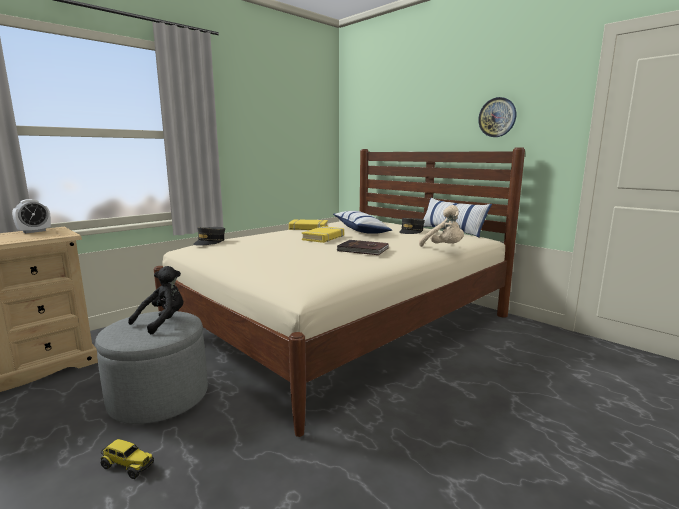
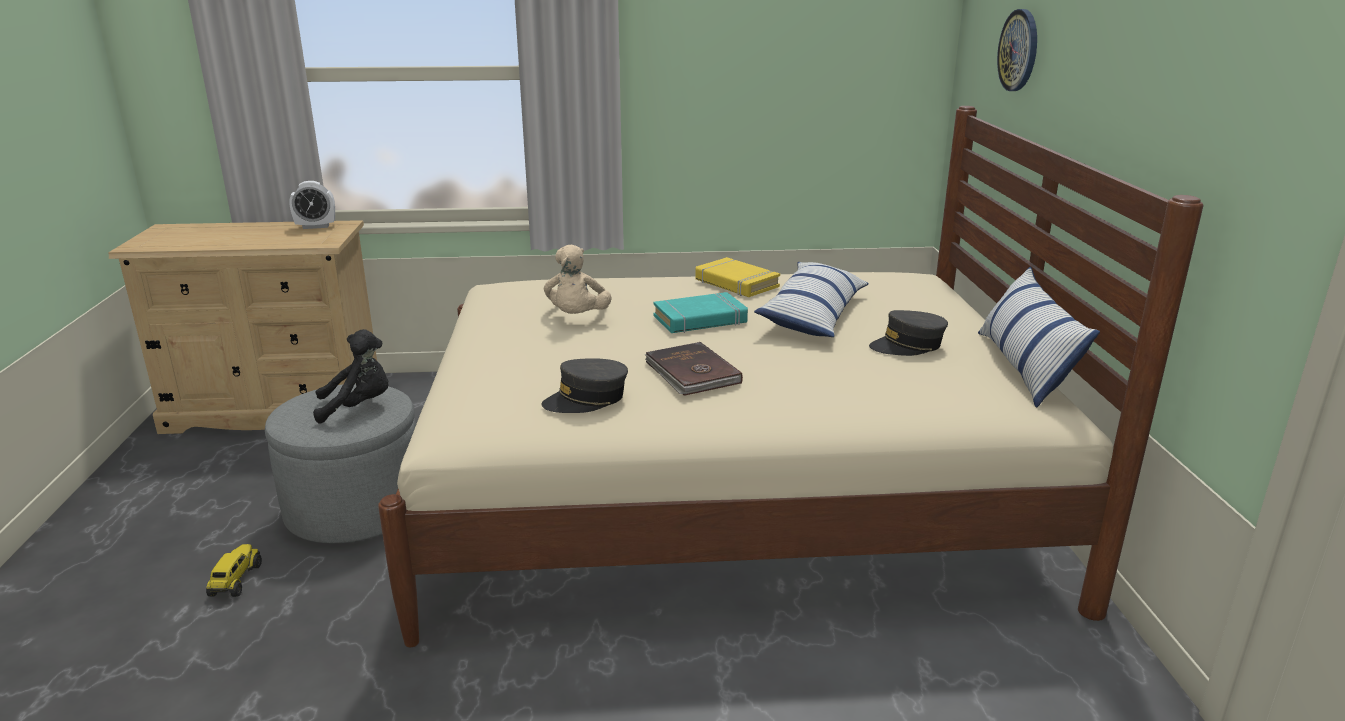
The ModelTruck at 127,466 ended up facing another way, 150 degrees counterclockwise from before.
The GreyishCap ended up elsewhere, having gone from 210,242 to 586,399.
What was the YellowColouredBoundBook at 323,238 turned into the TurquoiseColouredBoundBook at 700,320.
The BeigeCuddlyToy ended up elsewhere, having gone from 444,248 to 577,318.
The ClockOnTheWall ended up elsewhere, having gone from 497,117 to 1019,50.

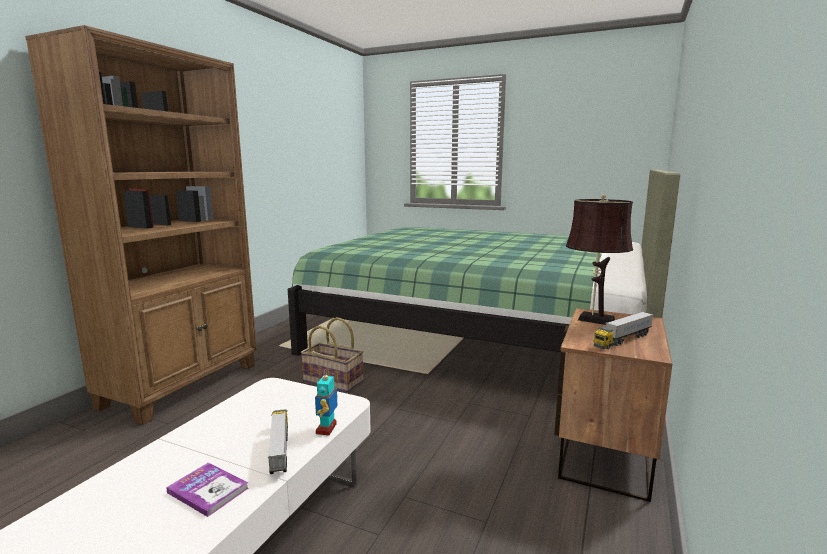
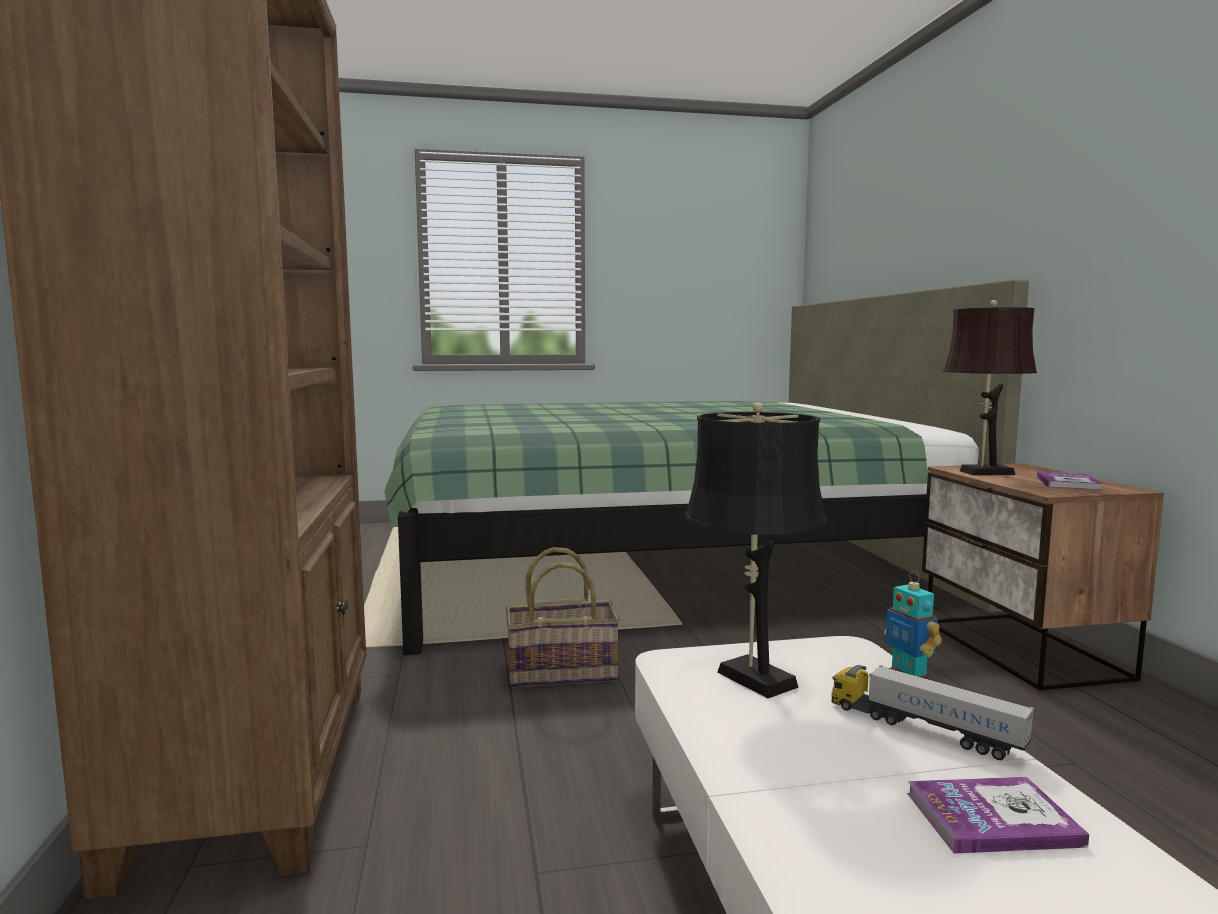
Where the ModelTruck stood at 622,340, the BoundBook came to stand at 1067,483.
The second view gained the BlackColouredTableLamp at 751,676.

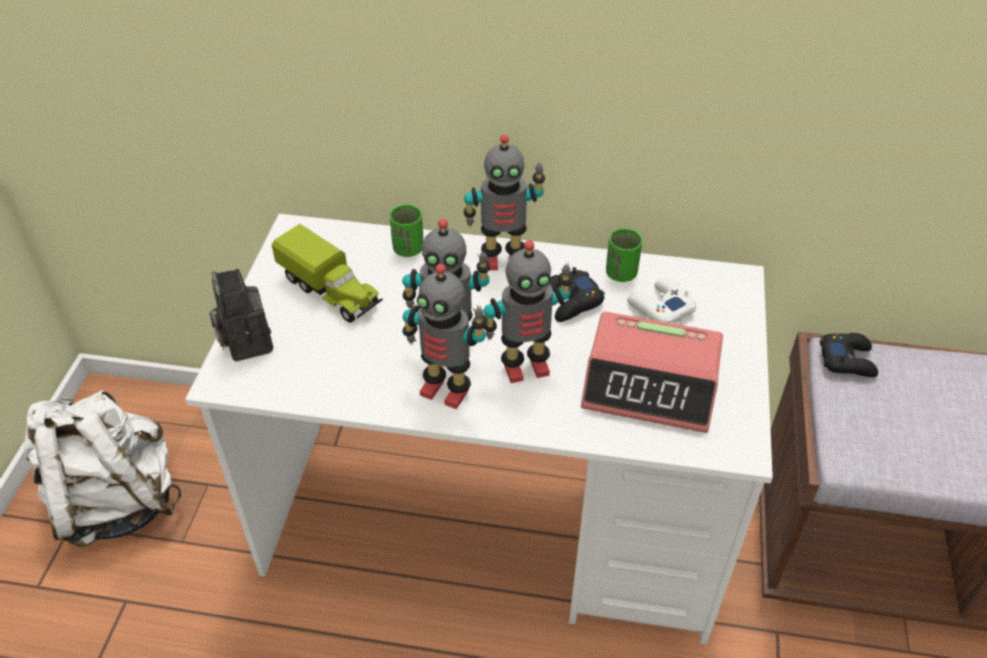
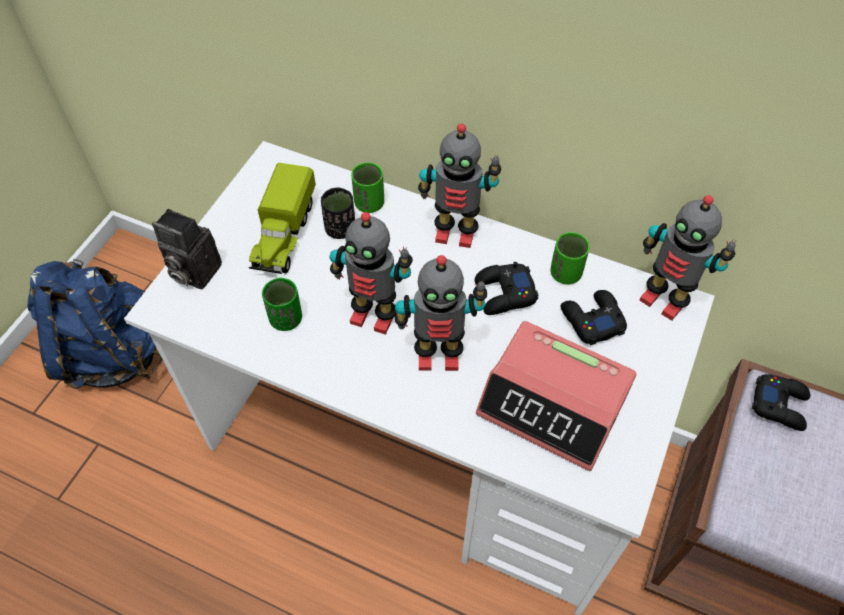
What was the WhiteColouredBackpack at 117,501 turned into the BluishBackpack at 113,352.
The StillCamera at 246,342 ended up facing another way, 60 degrees counterclockwise from before.
The ModelTruck at 331,292 ended up facing another way, 45 degrees clockwise from before.
The RobotFigure ended up elsewhere, having gone from 446,390 to 663,300.
What was the WhiteColouredGameController at 660,307 turned into the BlackColouredGameController at 591,320.
The second view gained the GreenSmallCup at 286,319.
The second view gained the BlackColouredSmallCup at 340,229.

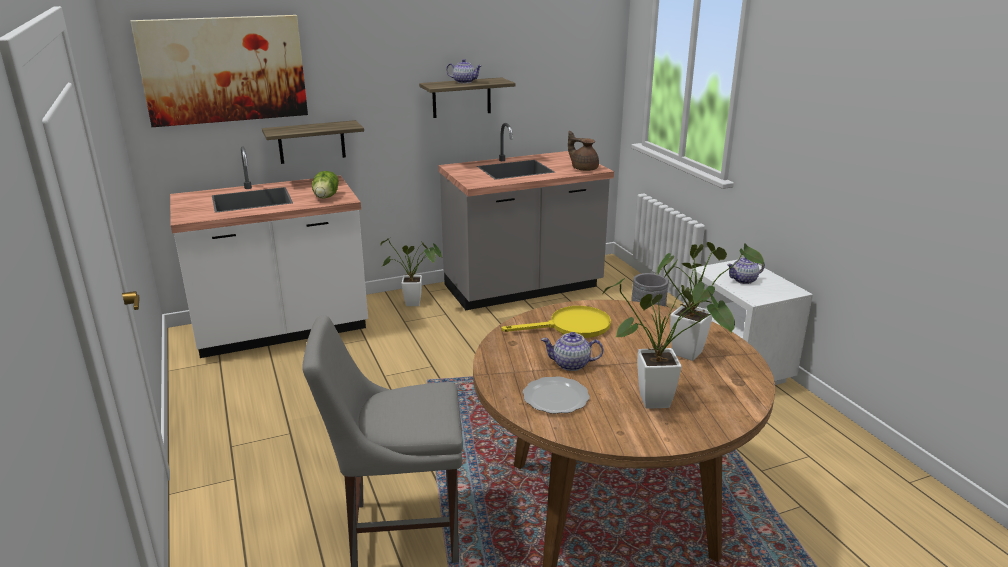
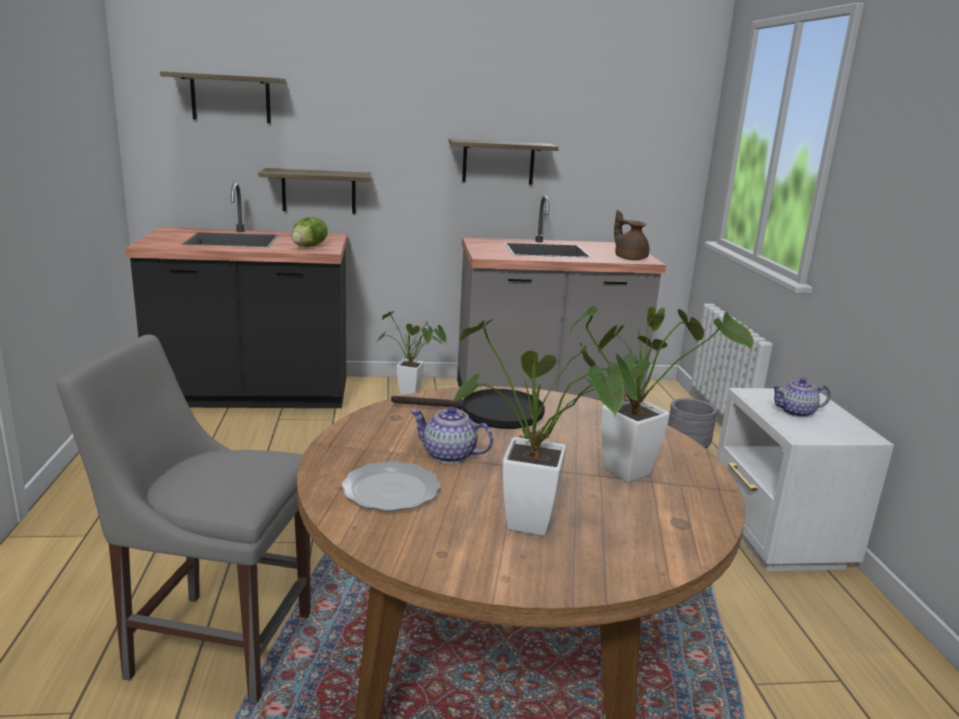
Where the WallPicture hung at 224,70, the Shelf came to hang at 231,98.
What was the WhiteColouredKitchenCounter at 282,330 turned into the BlackColouredKitchenCounter at 253,395.
The second view lost the PotForTea at 464,82.
What was the YellowColouredPan at 571,327 turned into the BlackColouredPan at 489,414.

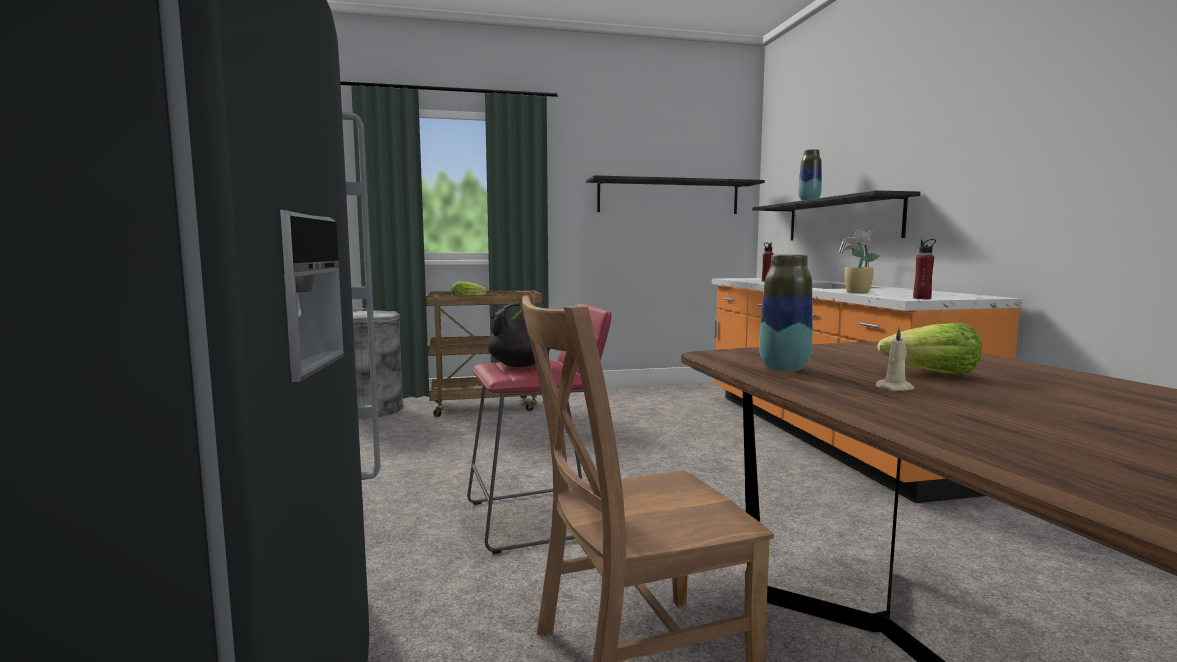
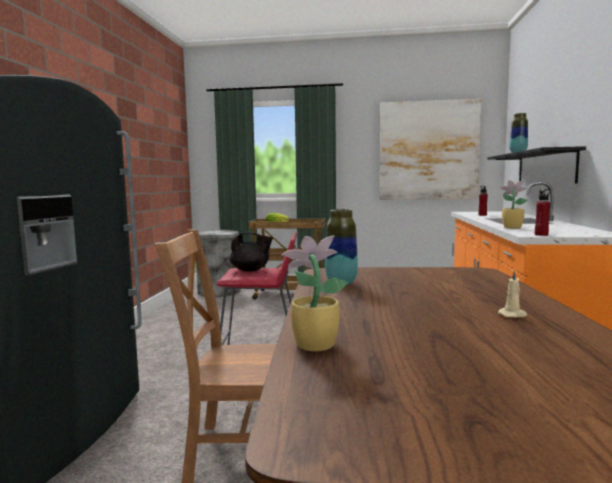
Where the BlackColouredShelf hung at 668,197, the WallPicture came to hang at 428,151.
The BeigeWaxLight ended up elsewhere, having gone from 895,388 to 513,315.
The second view lost the Lettuce at 932,373.
The second view gained the Houseplant at 313,345.

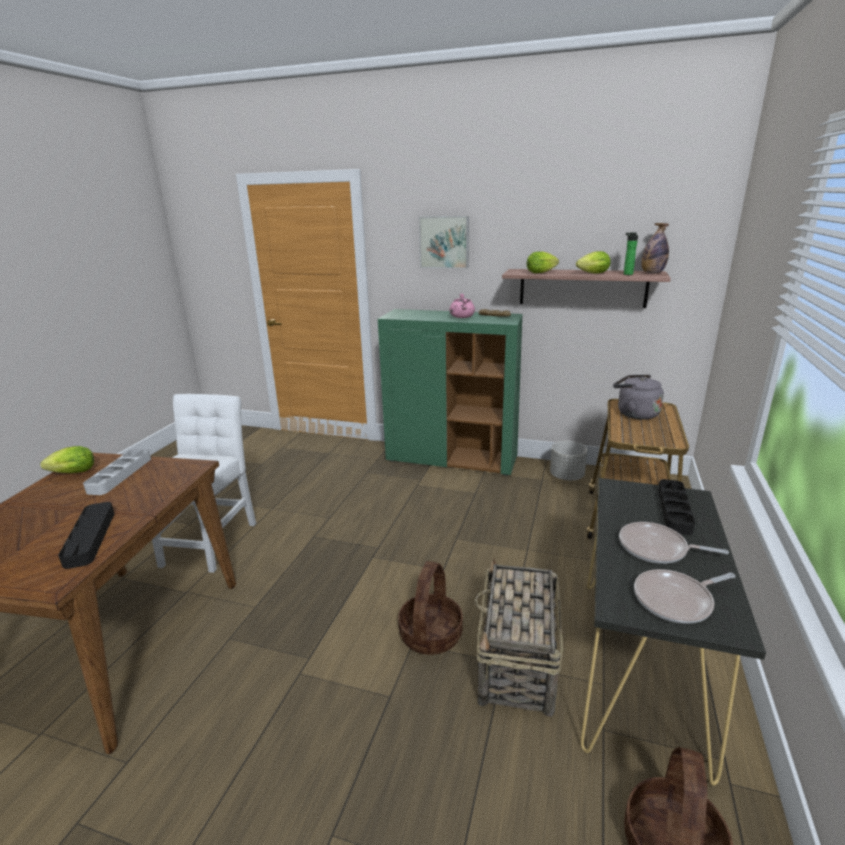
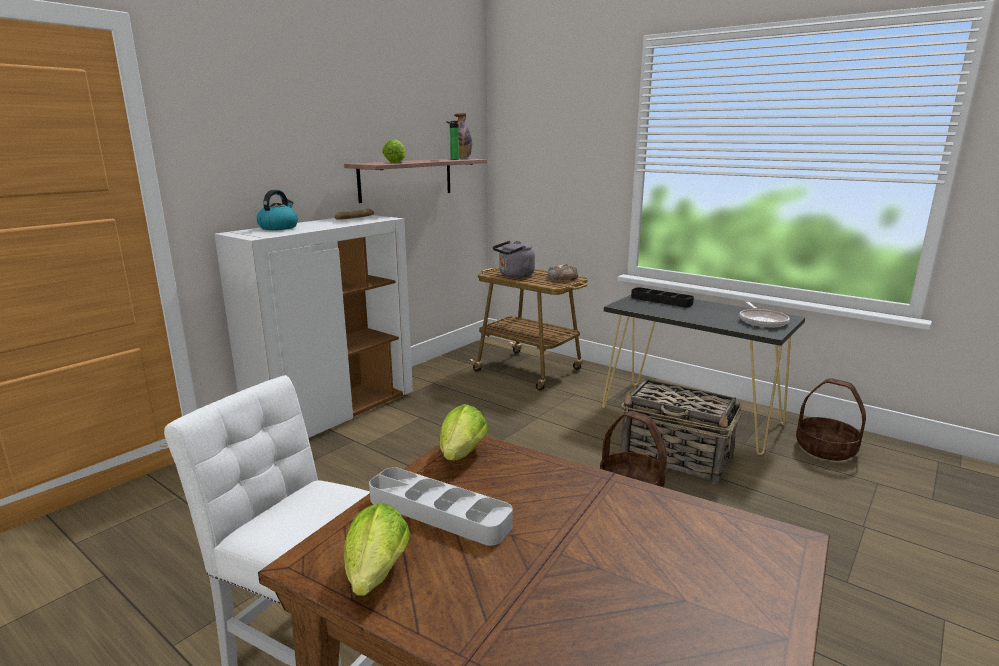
The second view lost the BlackColouredTray at 90,538.
What was the GreenStorageCabinet at 452,459 turned into the WhiteColouredStorageCabinet at 334,413.
The second view lost the WallPicture at 444,242.
The second view lost the PinkSaucepot at 462,317.
The second view lost the GreyishPlantPot at 566,476.
The Lettuce ended up elsewhere, having gone from 591,273 to 460,457.
The second view lost the Pan at 657,549.
The second view gained the TeaKettle at 279,227.
The second view gained the BakeryBread at 562,278.

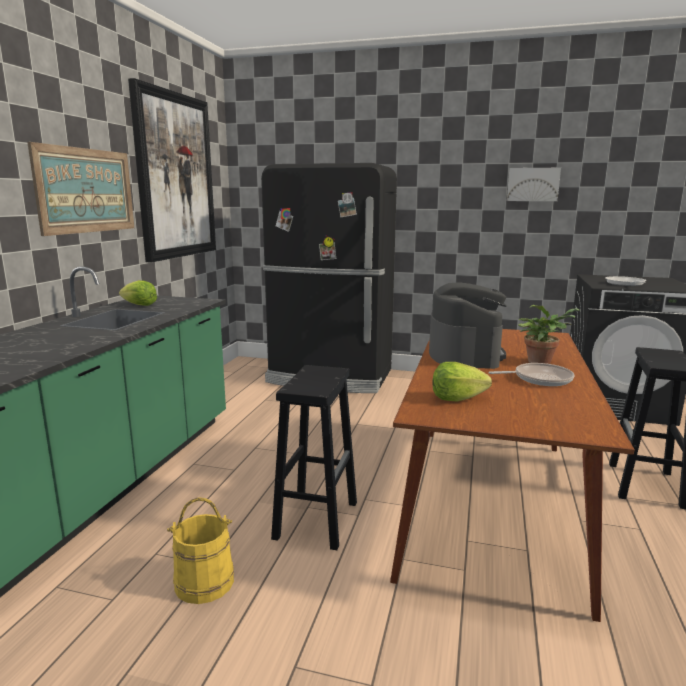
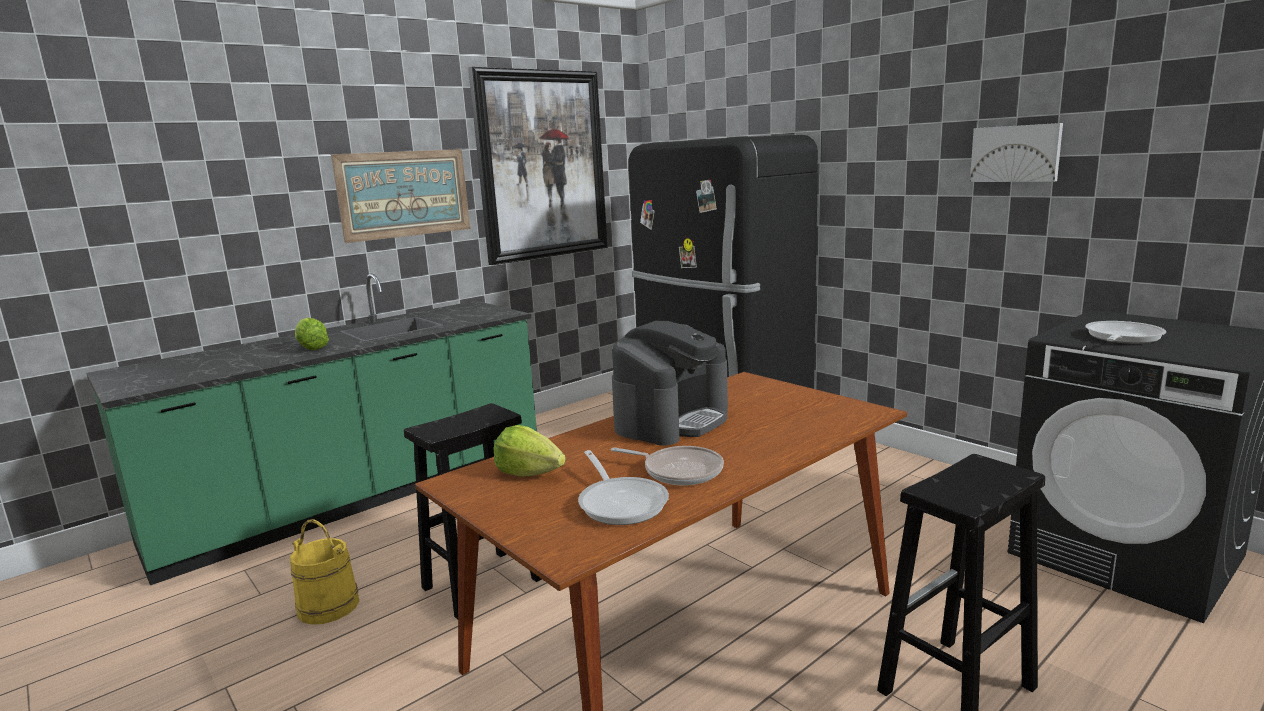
The Lettuce ended up elsewhere, having gone from 139,305 to 311,348.
The second view lost the Houseplant at 541,362.
The second view gained the Pan at 621,502.

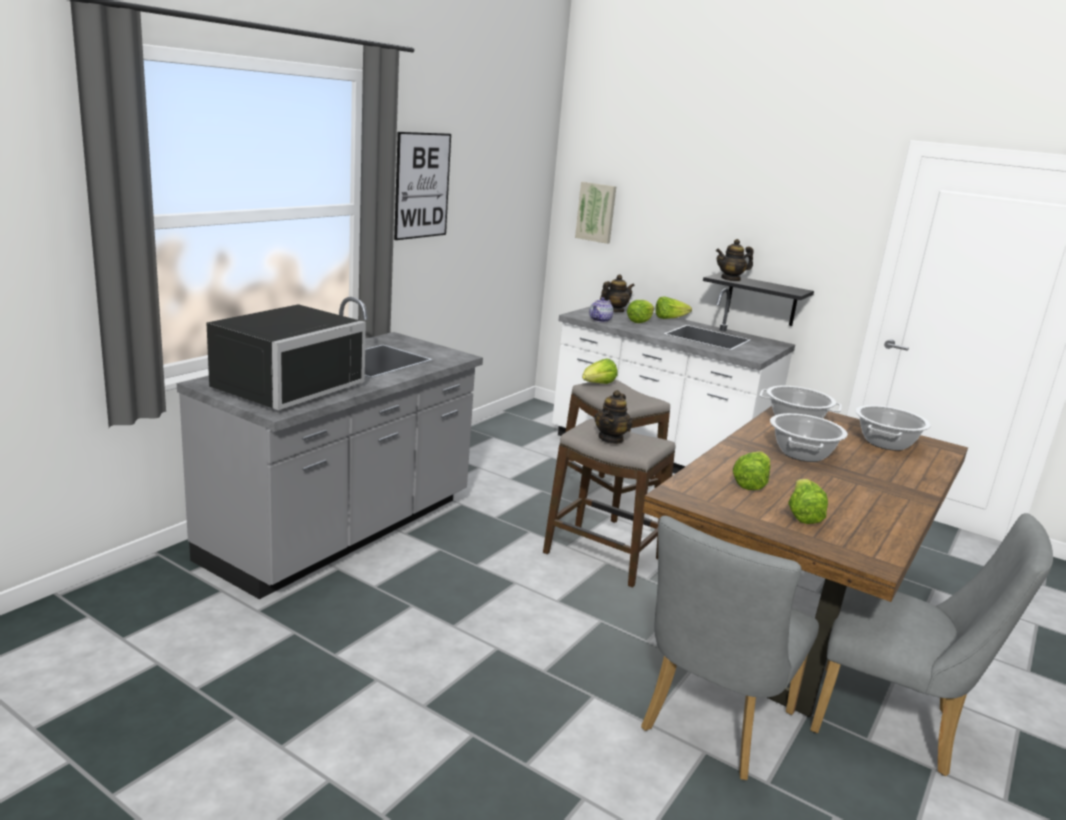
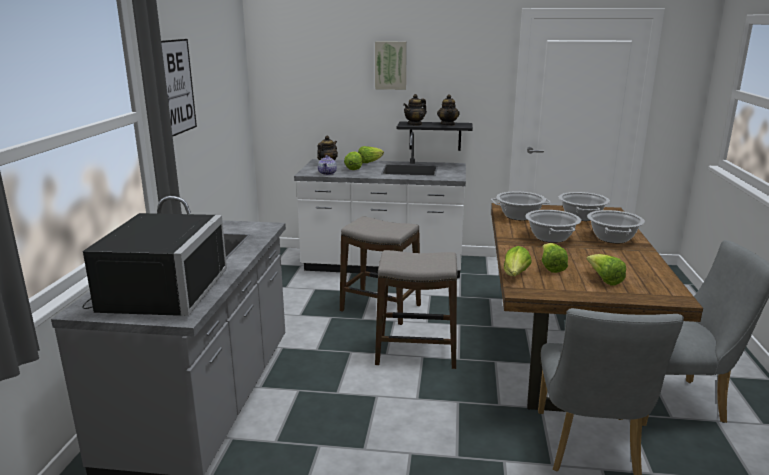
The WallPicture ended up elsewhere, having gone from 596,212 to 390,65.
The Lettuce ended up elsewhere, having gone from 598,385 to 515,276.
The PotForTea ended up elsewhere, having gone from 611,439 to 448,124.
The second view gained the Saucepot at 612,238.

